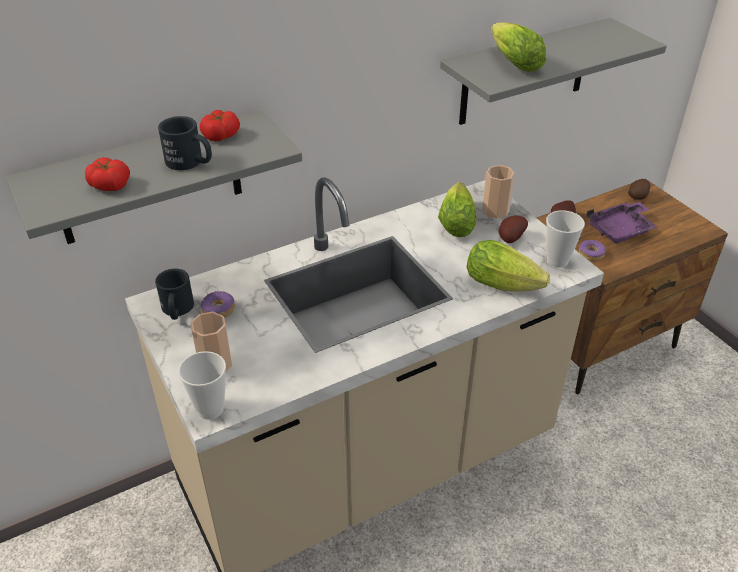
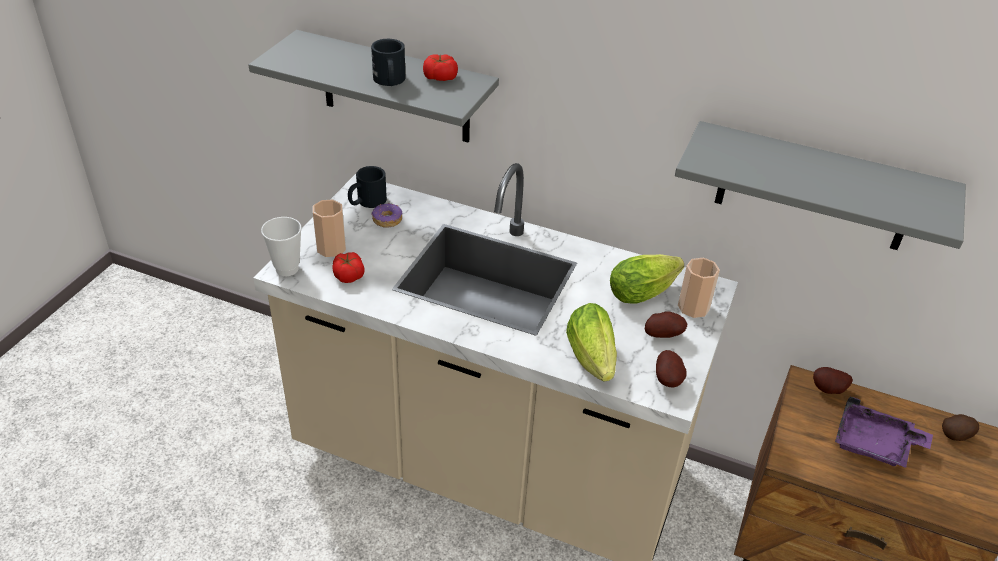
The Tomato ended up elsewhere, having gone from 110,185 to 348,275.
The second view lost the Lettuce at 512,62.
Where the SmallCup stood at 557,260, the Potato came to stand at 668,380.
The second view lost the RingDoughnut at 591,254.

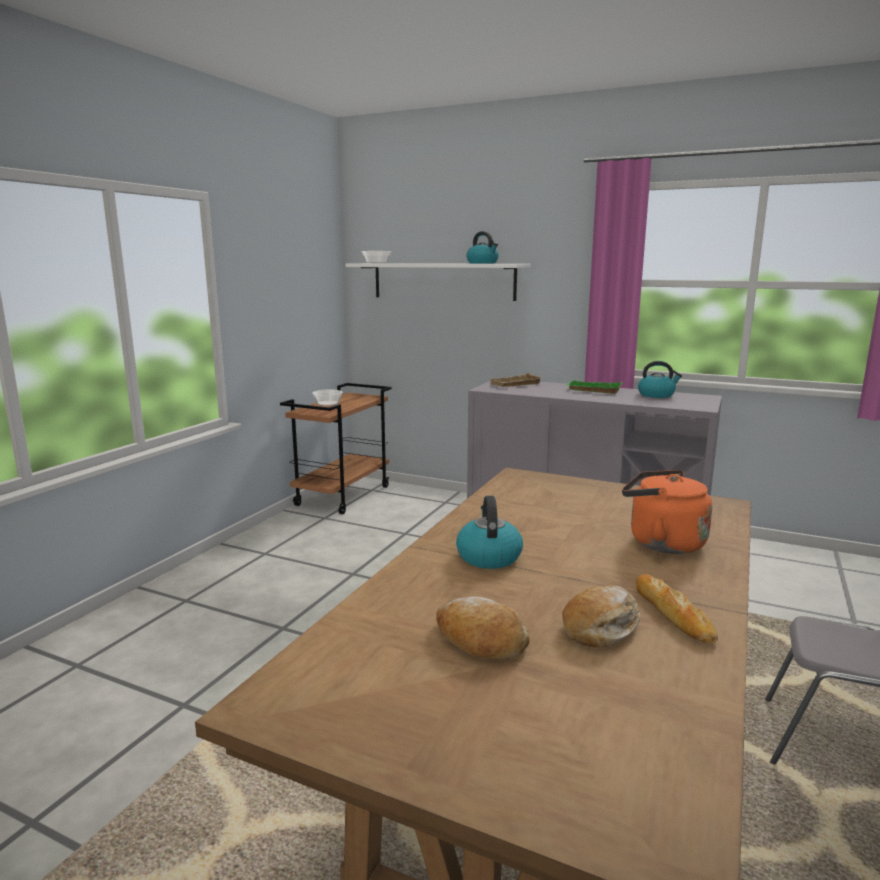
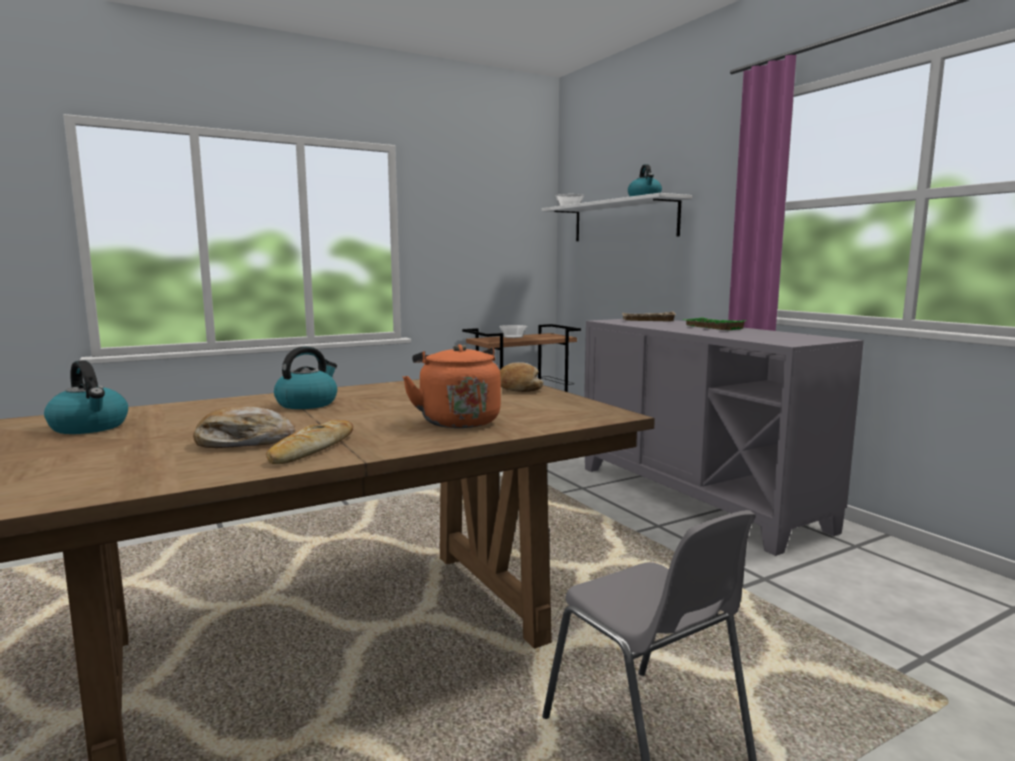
The BakeryBread ended up elsewhere, having gone from 480,640 to 518,387.
The TeaKettle ended up elsewhere, having gone from 656,395 to 90,427.

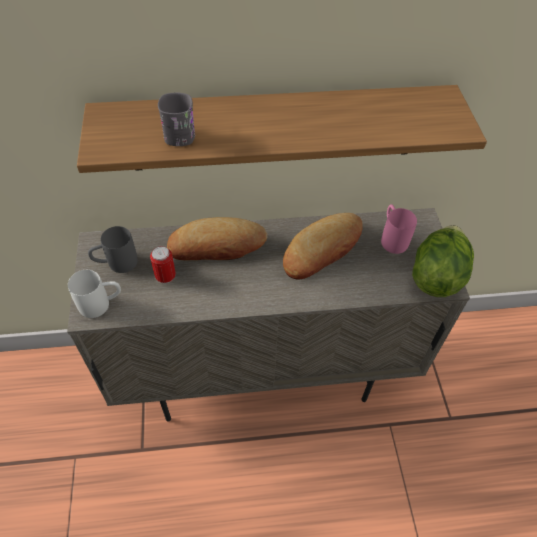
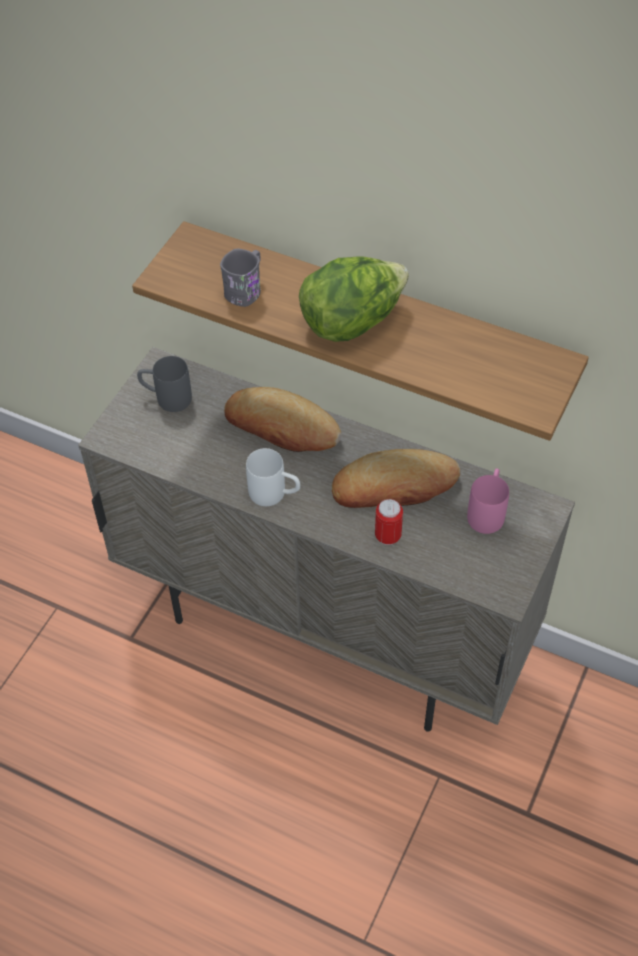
The WhiteColouredCoffeeMug ended up elsewhere, having gone from 101,304 to 275,494.
The SealedCan ended up elsewhere, having gone from 165,277 to 388,536.
The Lettuce ended up elsewhere, having gone from 436,275 to 352,322.

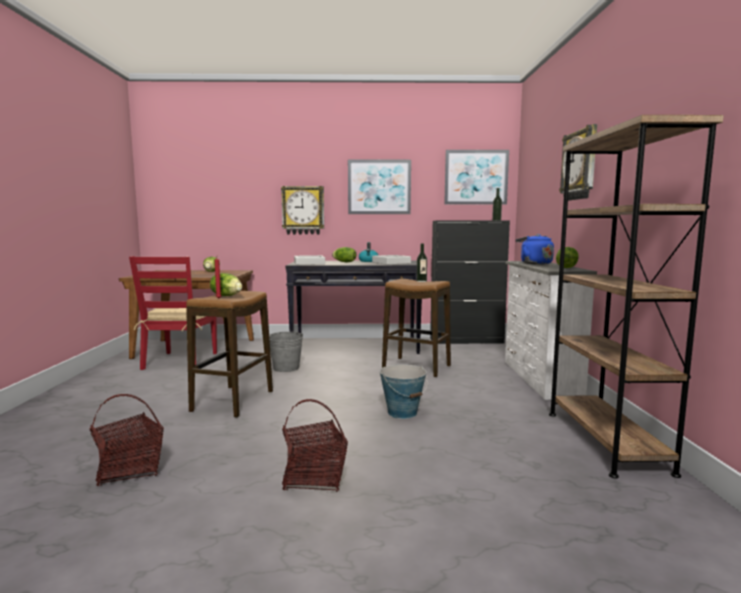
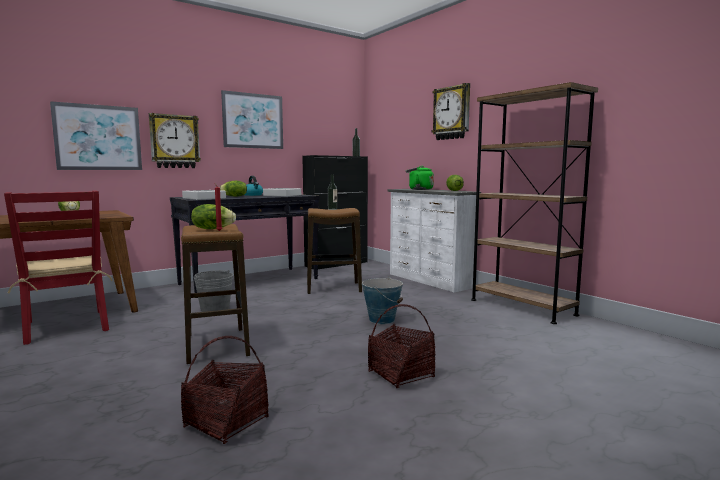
The WallPicture ended up elsewhere, having gone from 476,177 to 98,137.
What was the BluishTeaKettle at 534,263 turned into the GreenTeaKettle at 419,189.

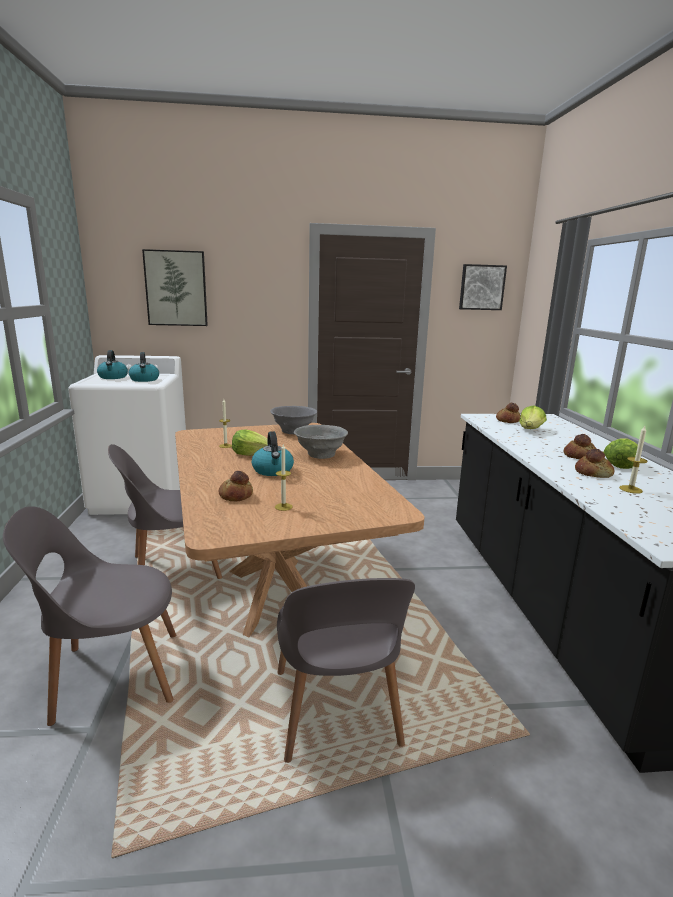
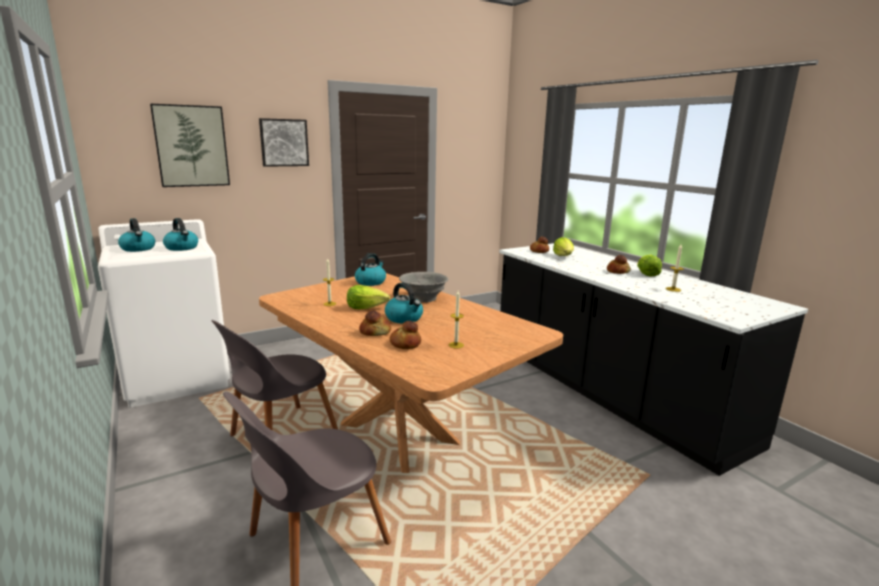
Where the GreyishServingBowl stood at 293,431, the TeaKettle came to stand at 370,282.
The second view lost the GreyishUprightChair at 335,712.
The WallPicture ended up elsewhere, having gone from 481,287 to 284,142.
The BakeryBread ended up elsewhere, having gone from 593,473 to 375,332.

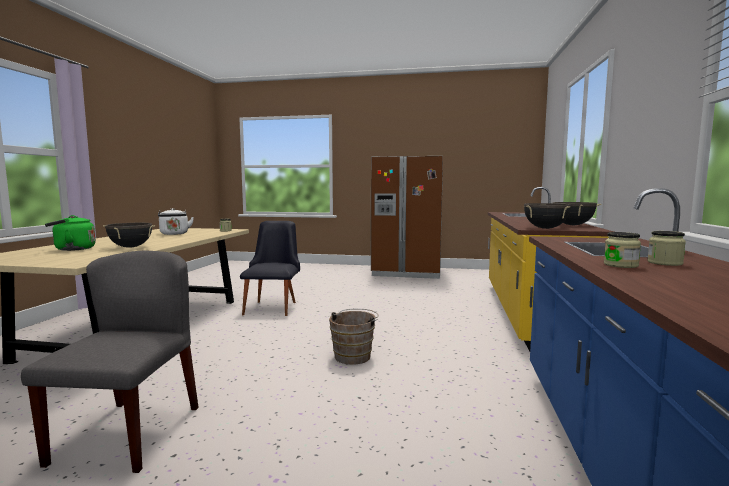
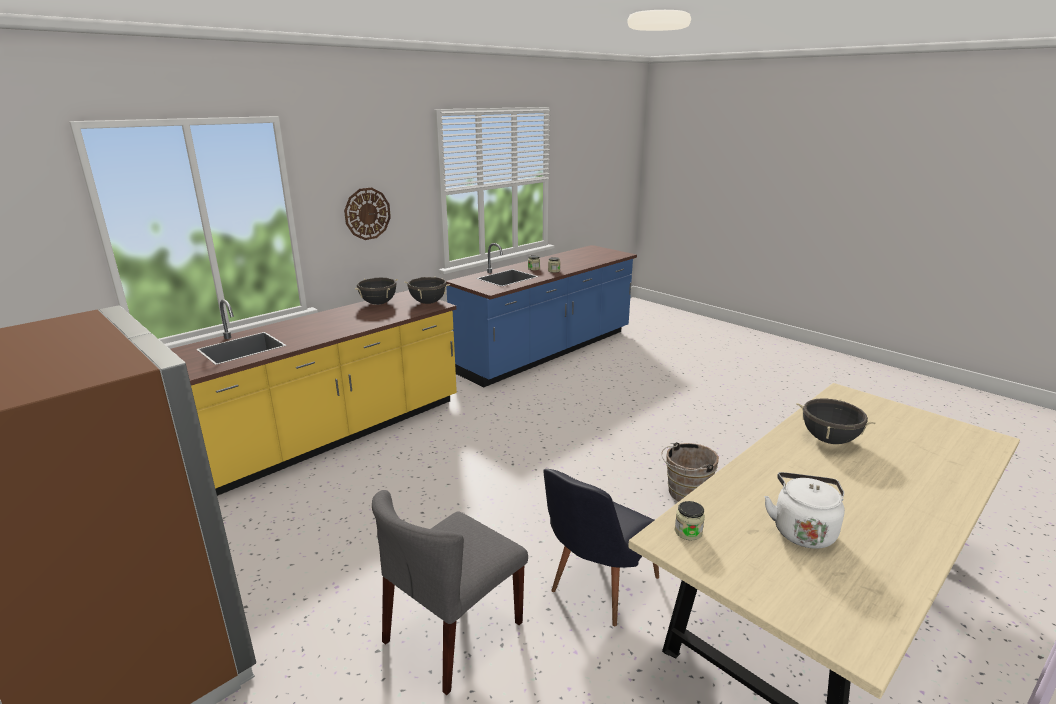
The GreyishUprightChair ended up elsewhere, having gone from 128,433 to 453,633.
The second view lost the GreenTeaKettle at 72,249.
The BrownColouredBucket ended up elsewhere, having gone from 354,356 to 685,493.
The second view gained the ClockOnTheWall at 367,213.

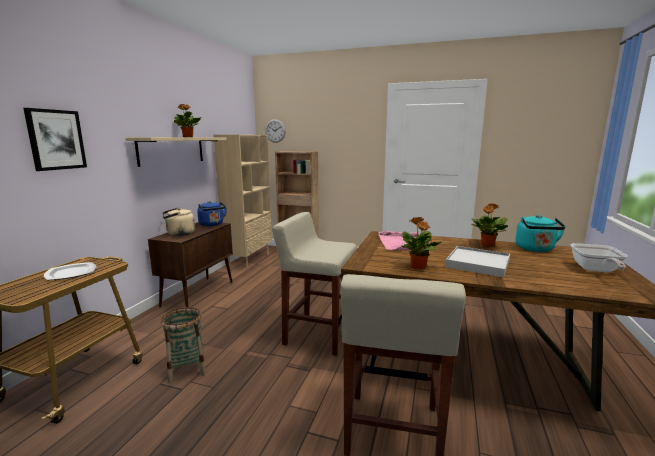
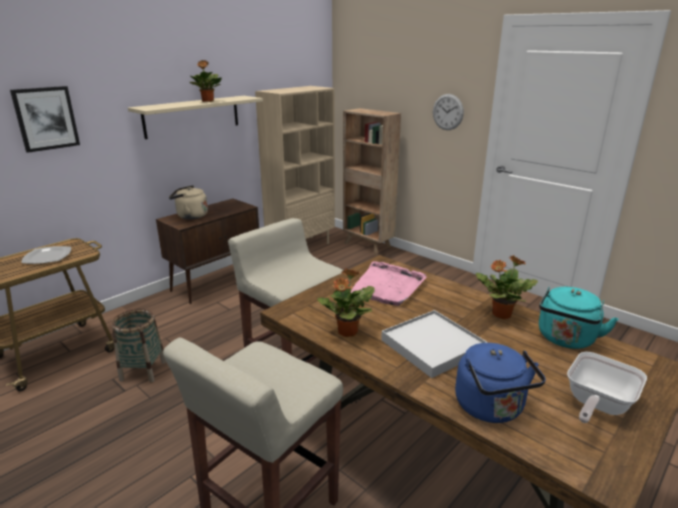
The BluishTeaKettle ended up elsewhere, having gone from 212,224 to 491,408.
The ClockOnTheWall ended up elsewhere, having gone from 275,131 to 448,112.

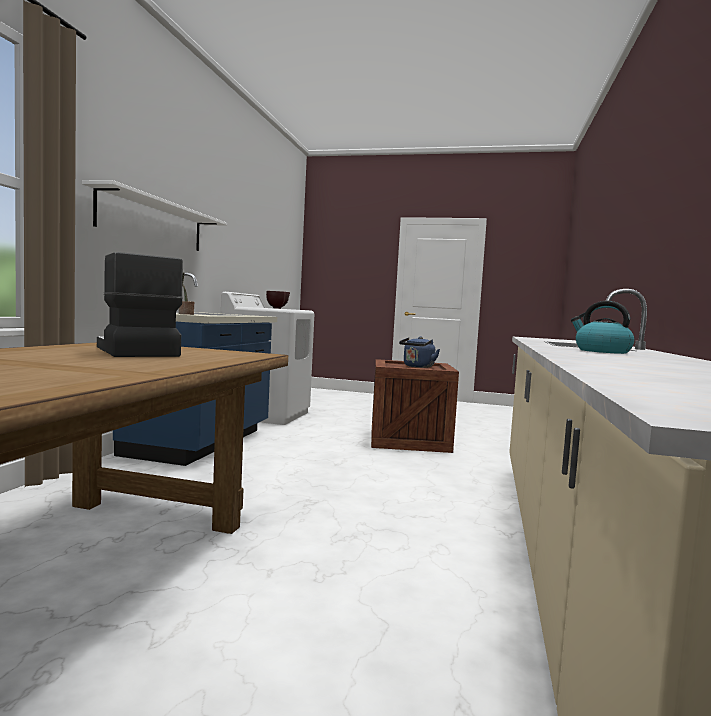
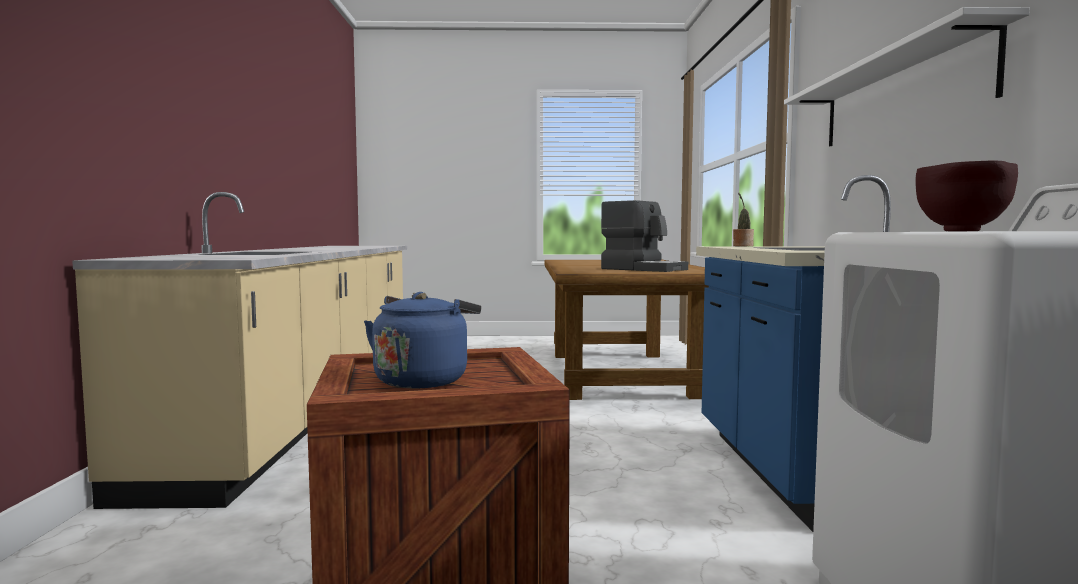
The second view lost the TeaKettle at 601,351.

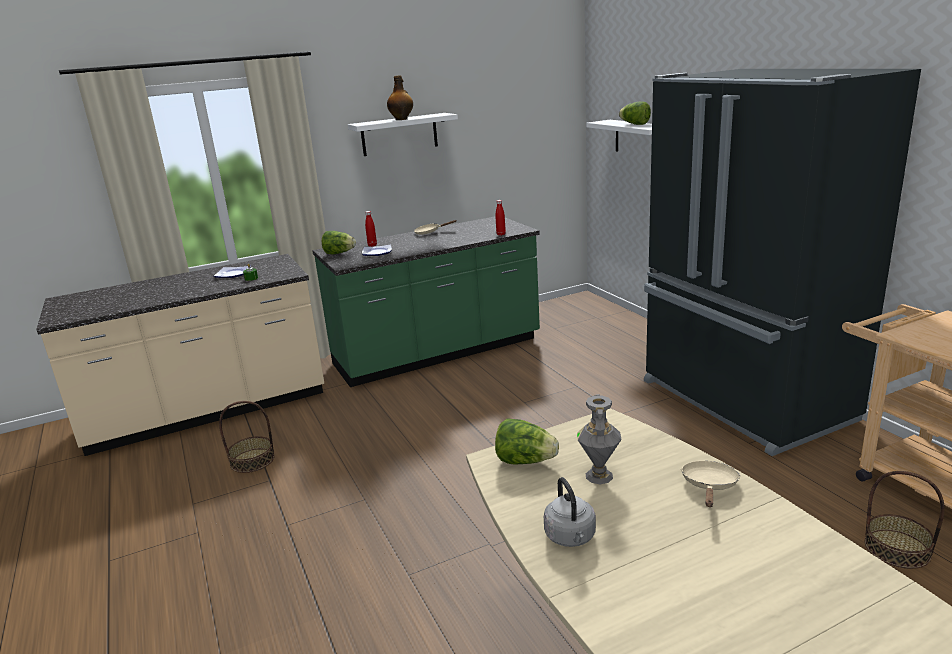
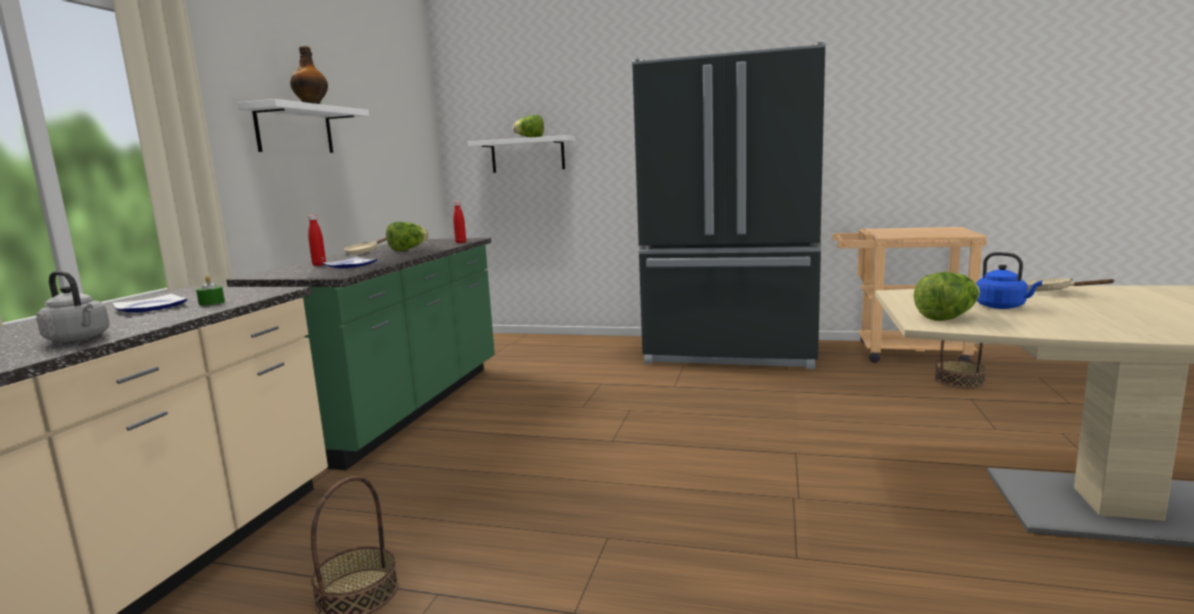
The Lettuce ended up elsewhere, having gone from 339,253 to 407,249.
The GreyishTeaKettle ended up elsewhere, having gone from 571,538 to 79,338.
Where the GreyishFlowerVase stood at 599,476, the BluishTeaKettle came to stand at 1002,307.

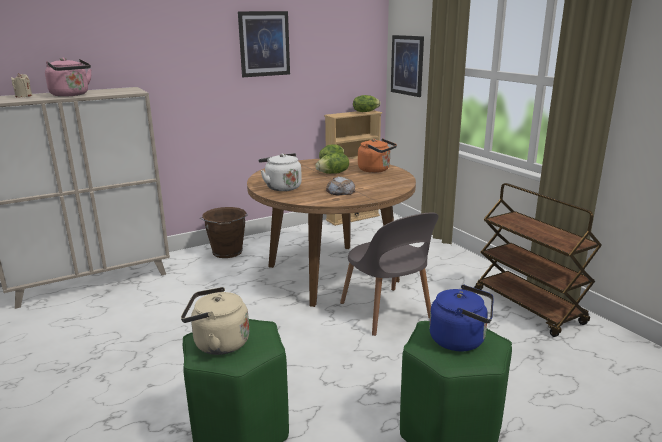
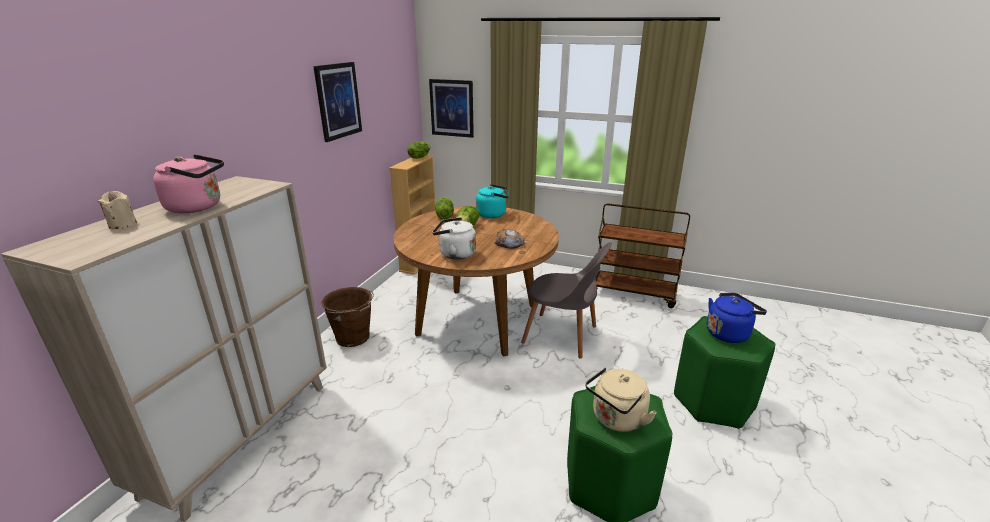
What was the OrangeTeaKettle at 376,170 turned into the TurquoiseColouredTeaKettle at 493,214.

